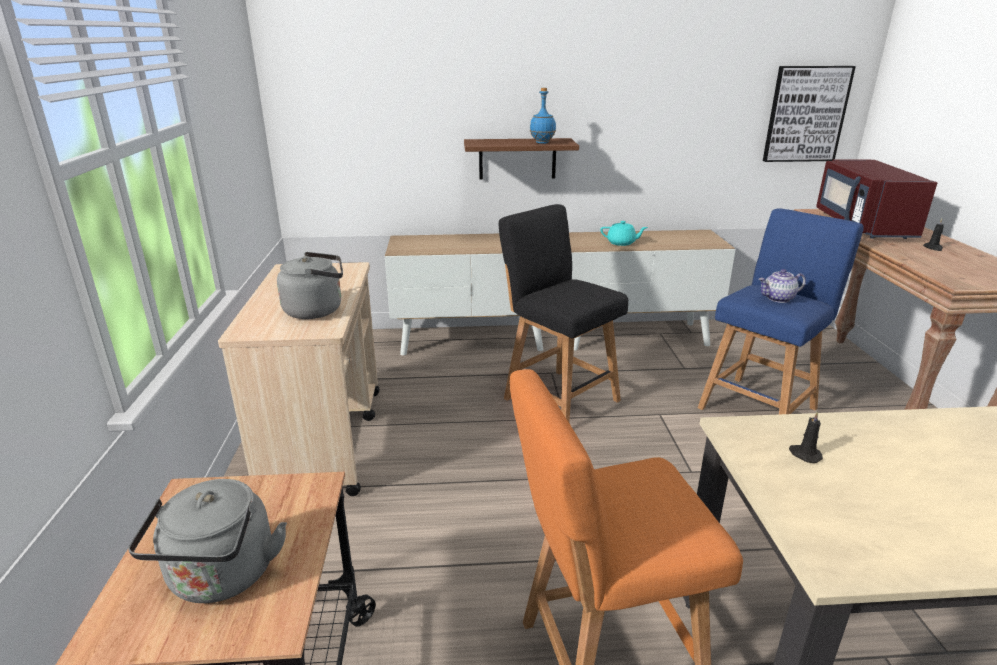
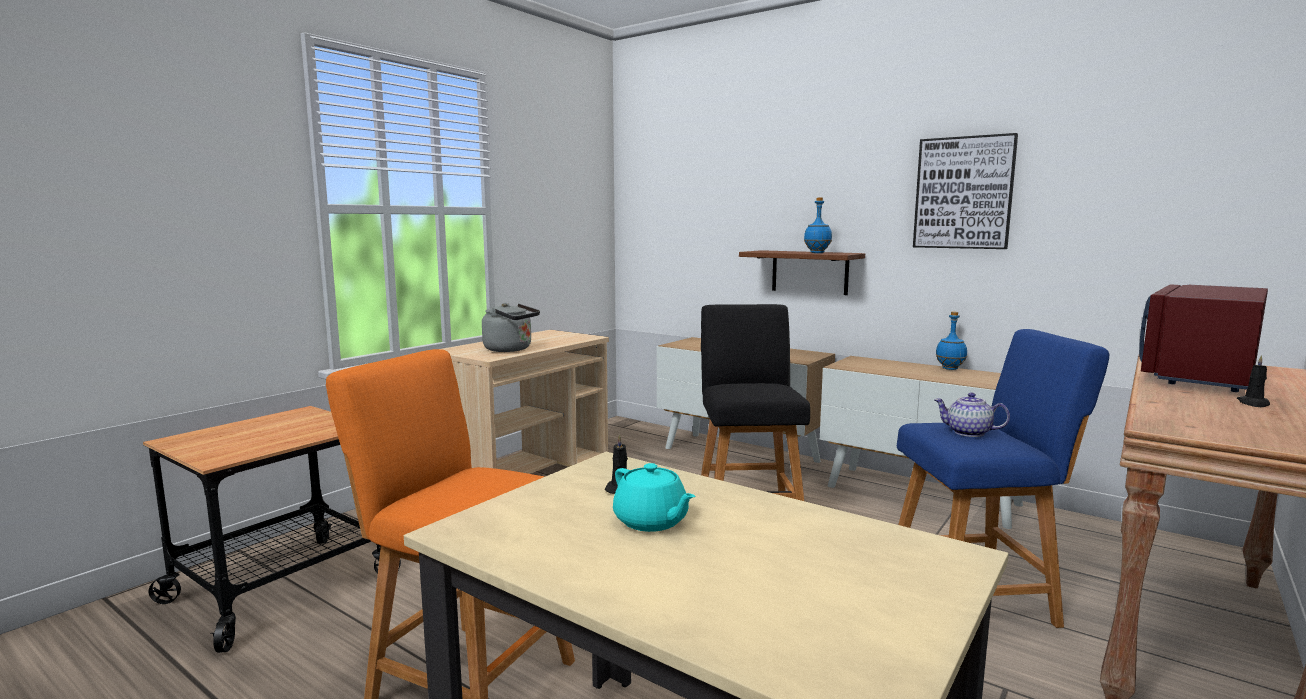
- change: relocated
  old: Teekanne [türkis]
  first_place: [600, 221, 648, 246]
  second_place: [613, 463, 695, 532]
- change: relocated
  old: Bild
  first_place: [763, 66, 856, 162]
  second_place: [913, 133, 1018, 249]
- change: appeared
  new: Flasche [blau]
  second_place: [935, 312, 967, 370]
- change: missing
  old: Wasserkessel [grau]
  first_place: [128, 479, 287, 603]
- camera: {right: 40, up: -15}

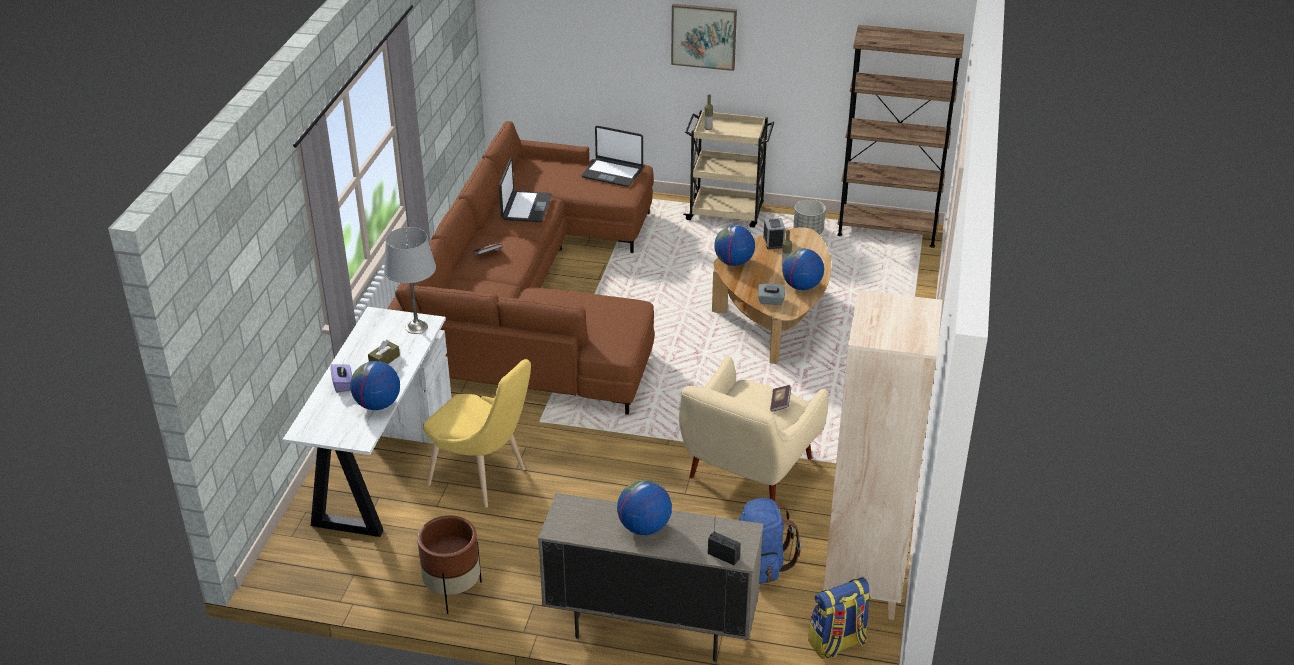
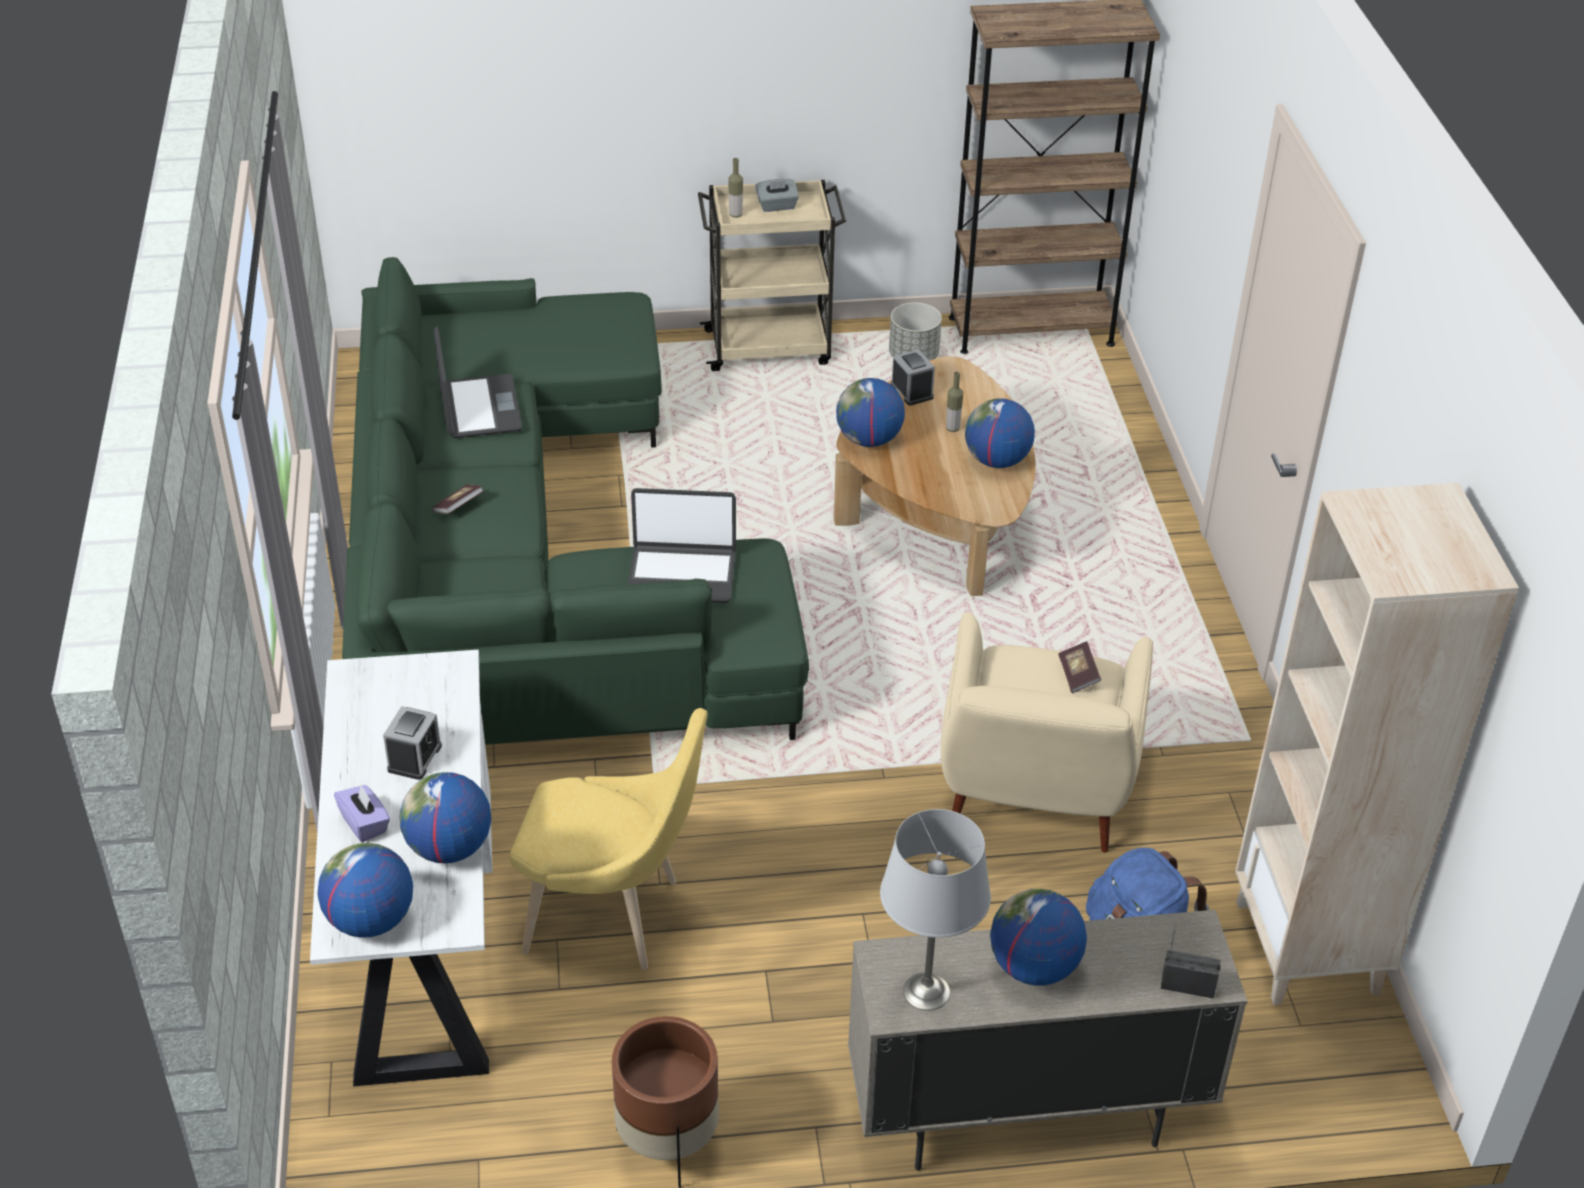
- change: appeared
  new: Globus
  second_place: [317, 843, 413, 938]
- change: colour
  old: Sofa [braun]
  new: Sofa [grün]
  first_place: [387, 121, 655, 415]
  second_place: [342, 257, 809, 745]
- change: exchanged
  old: Taschentuchbox [braun]
  new: Wecker
  first_place: [368, 340, 400, 364]
  second_place: [383, 706, 442, 780]
- change: relocated
  old: Laptop
  first_place: [581, 126, 643, 187]
  second_place: [627, 488, 736, 603]
- change: relocated
  old: Taschentuchbox [grau]
  first_place: [758, 283, 786, 305]
  second_place: [755, 179, 799, 212]
- change: relocated
  old: Tischlampe [grau]
  first_place: [384, 227, 436, 334]
  second_place: [880, 809, 991, 1011]
- change: missing
  old: Bild
  first_place: [671, 4, 737, 71]
- change: missing
  old: Rucksack
  first_place: [808, 578, 871, 659]
- camera: {right: -20, up: 5}

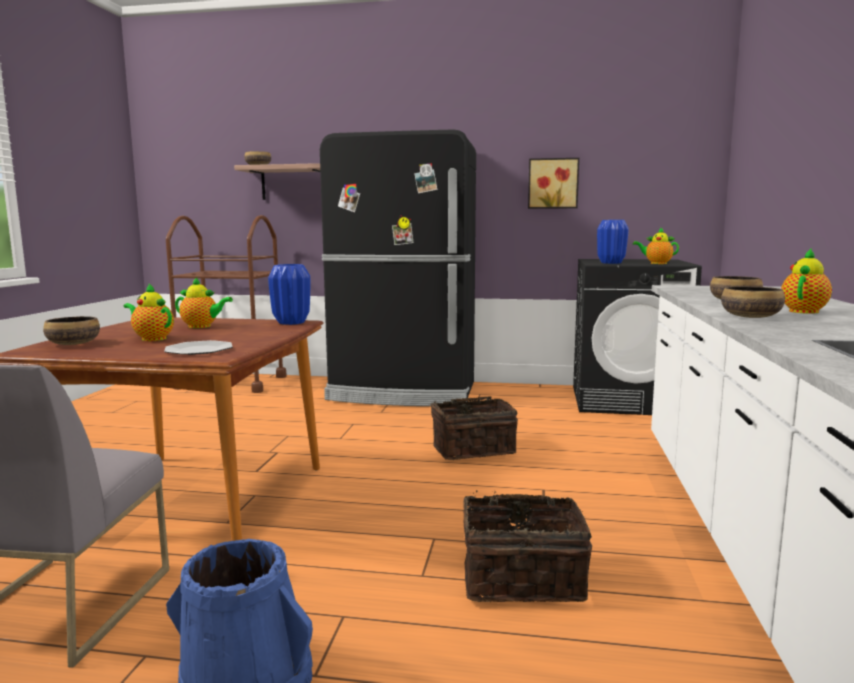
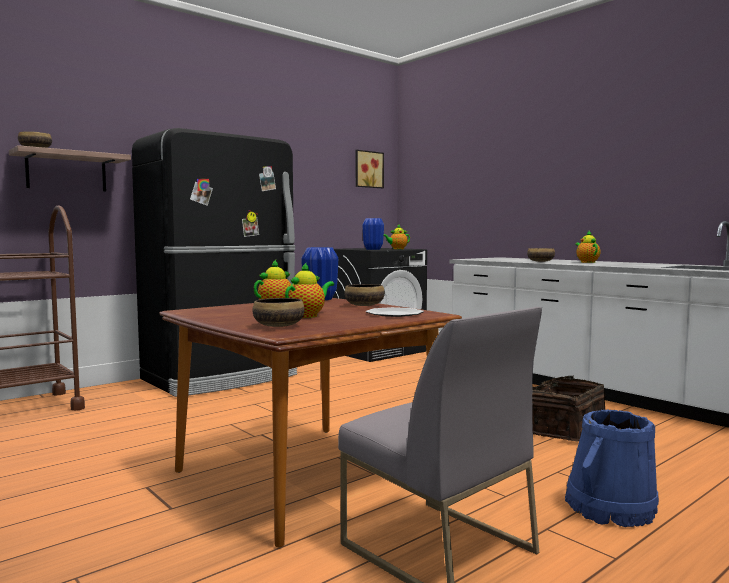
- change: spun
  old: Teekanne
  first_place: [124, 284, 174, 341]
  second_place: [285, 262, 334, 318]
  degrees: 150
- change: relocated
  old: Schüssel
  first_place: [721, 286, 785, 318]
  second_place: [344, 284, 385, 306]
- change: relocated
  old: Bild
  first_place: [528, 158, 579, 209]
  second_place: [356, 150, 384, 188]
- change: missing
  old: Korb
  first_place: [430, 396, 518, 460]
- camera: {right: -50, up: -5}

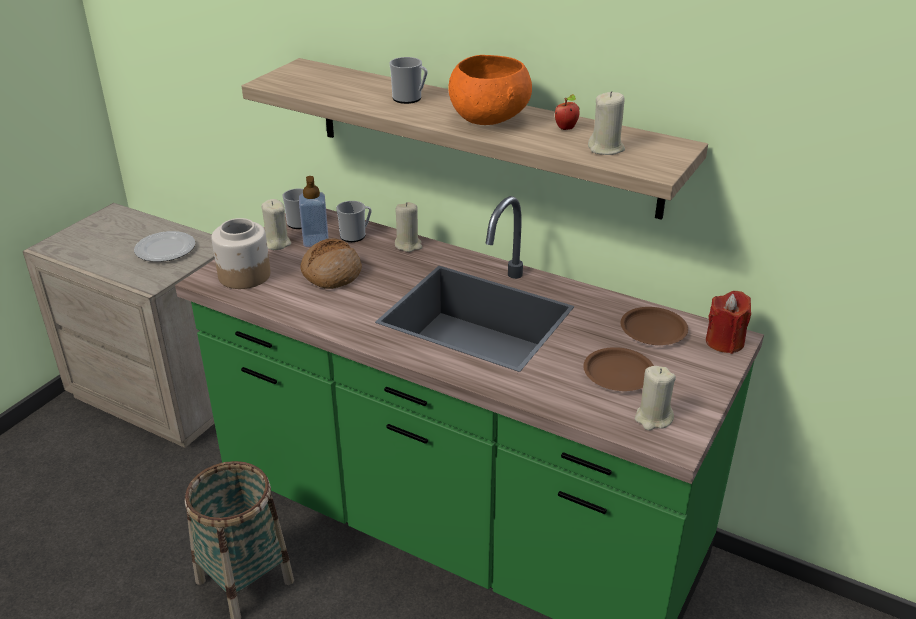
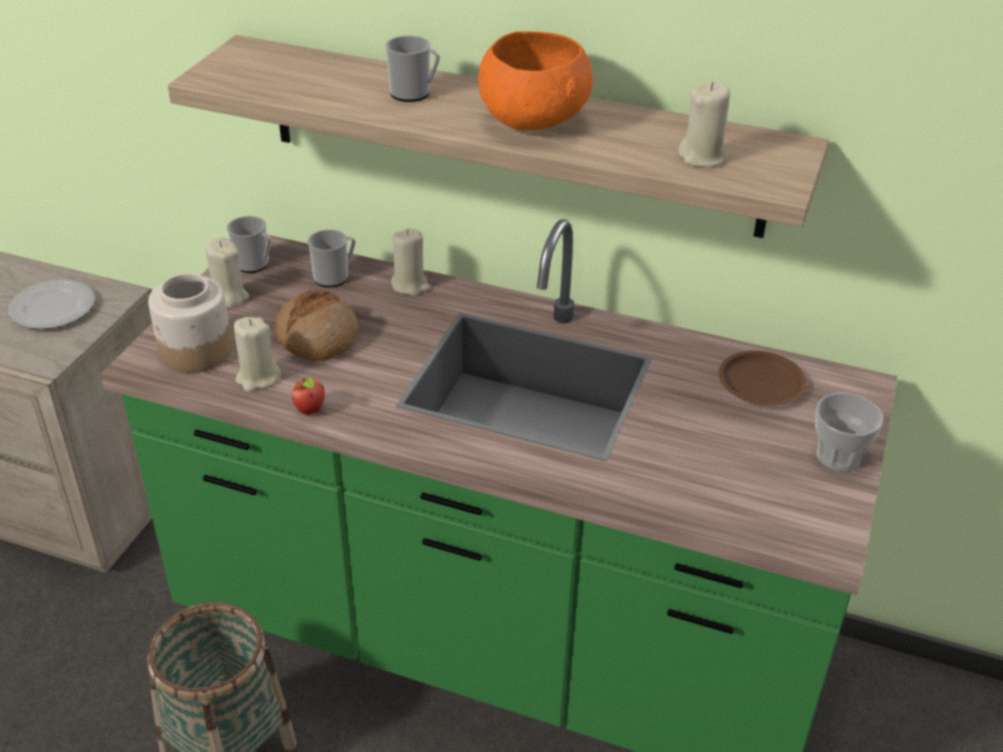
- change: relocated
  old: Kerze [beige]
  first_place: [635, 366, 676, 431]
  second_place: [234, 317, 281, 392]
- change: relocated
  old: Apfel
  first_place: [555, 94, 580, 130]
  second_place: [292, 376, 325, 415]
- change: appeared
  new: Tasse
  second_place: [815, 393, 883, 471]
- change: missing
  old: Seifenspender
  first_place: [299, 176, 329, 247]
- change: missing
  old: Teller [braun]
  first_place: [583, 347, 654, 391]
- change: missing
  old: Kerze [rot]
  first_place: [706, 291, 751, 354]
- camera: {right: -10, up: 5}

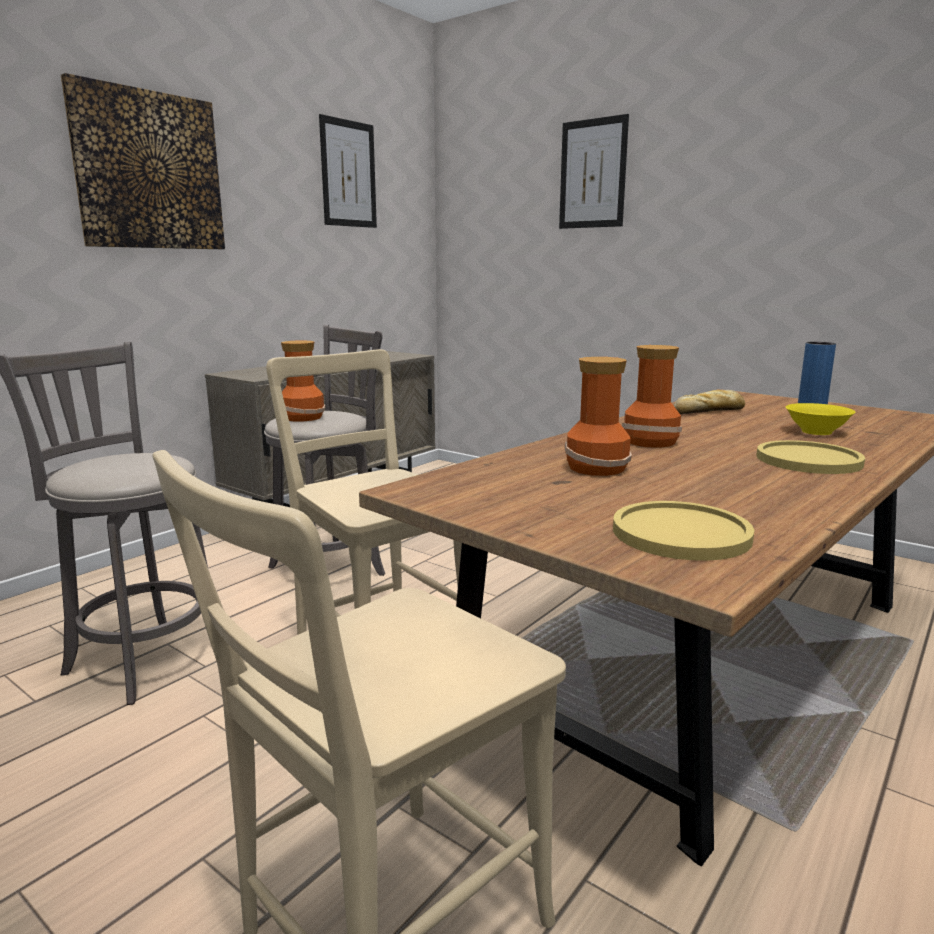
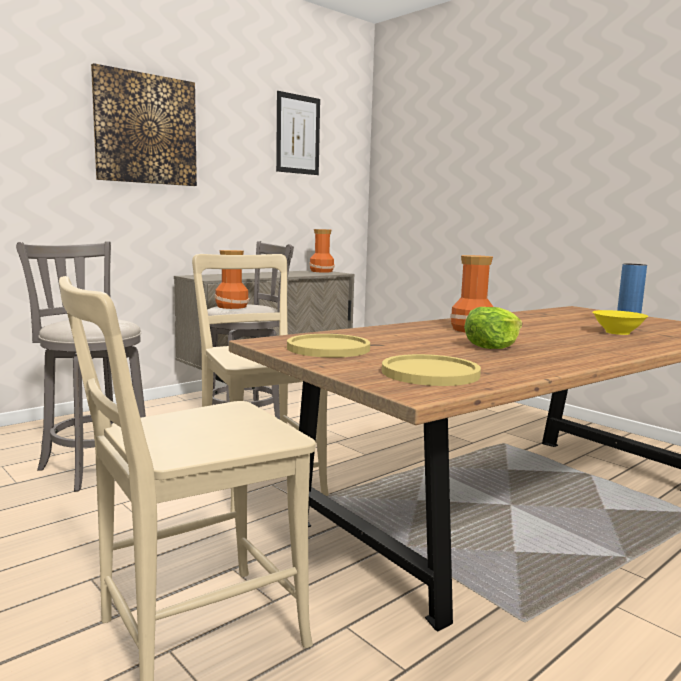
- change: relocated
  old: Teller [gelb]
  first_place: [756, 440, 865, 474]
  second_place: [287, 334, 370, 358]
- change: relocated
  old: Vase
  first_place: [564, 357, 632, 476]
  second_place: [309, 229, 335, 272]
- change: appeared
  new: Salatkopf
  second_place: [464, 307, 522, 349]
- change: missing
  old: Bild
  first_place: [559, 114, 629, 229]
- change: missing
  old: Brot
  first_place: [674, 390, 745, 414]
- camera: {right: 10, up: -5}

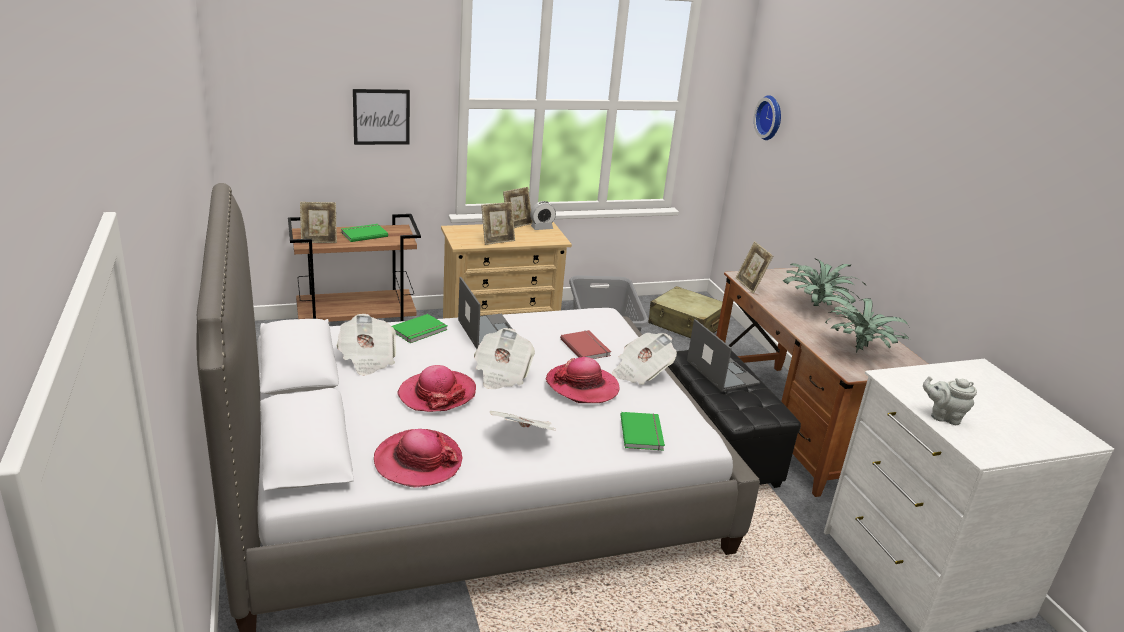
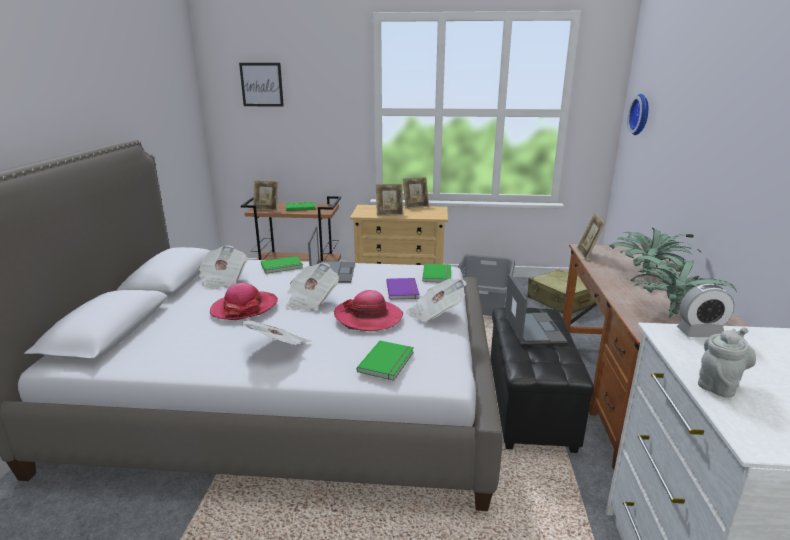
- change: relocated
  old: Bild
  first_place: [353, 89, 410, 145]
  second_place: [239, 63, 284, 107]
- change: colour
  old: Buch [rot]
  new: Buch [lila]
  first_place: [560, 330, 611, 359]
  second_place: [387, 278, 419, 300]
- change: appeared
  new: Buch [grün]
  second_place: [422, 264, 451, 283]
- change: relocated
  old: Wecker
  first_place: [530, 201, 556, 230]
  second_place: [677, 284, 735, 337]
- change: spun
  old: Teekanne [grau]
  first_place: [923, 376, 977, 425]
  second_place: [698, 327, 756, 398]
  degrees: 90
- change: missing
  old: Hut
  first_place: [374, 429, 462, 488]
- camera: {right: 25, up: -5}

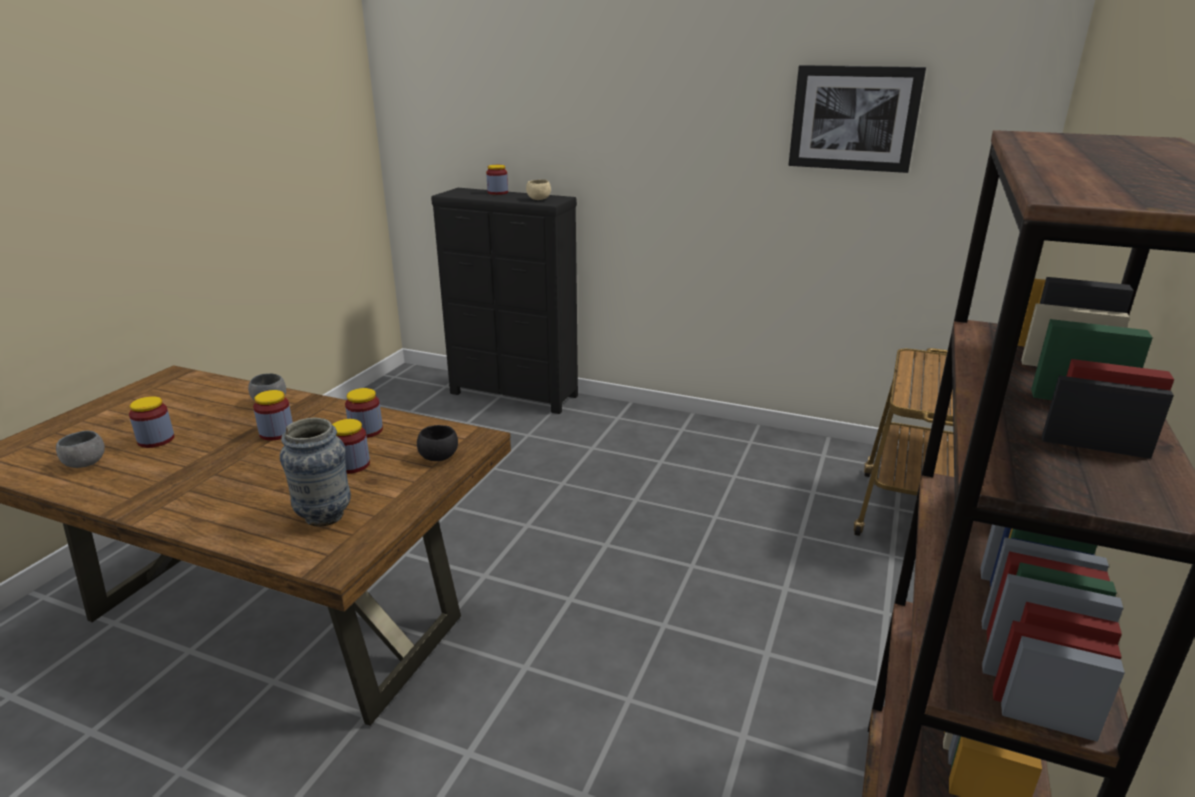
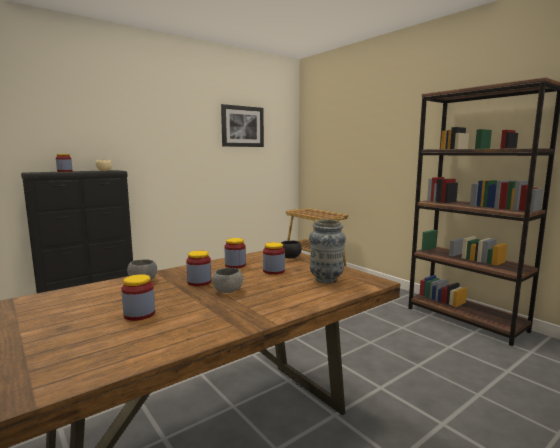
- change: relocated
  old: Schüssel [grau]
  first_place: [56, 431, 105, 468]
  second_place: [212, 268, 243, 293]
- camera: {right: -60, up: -15}

